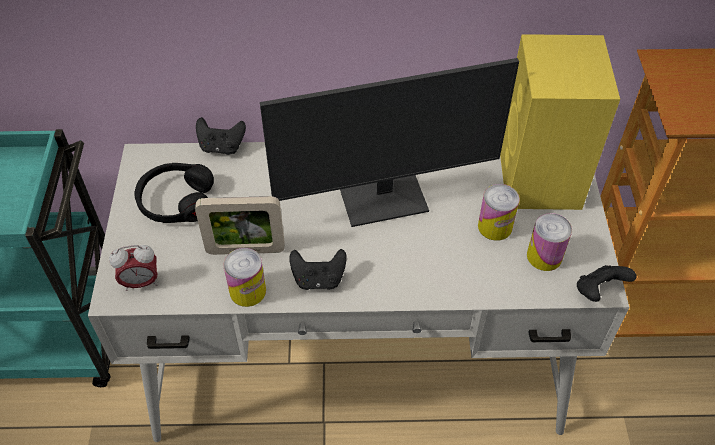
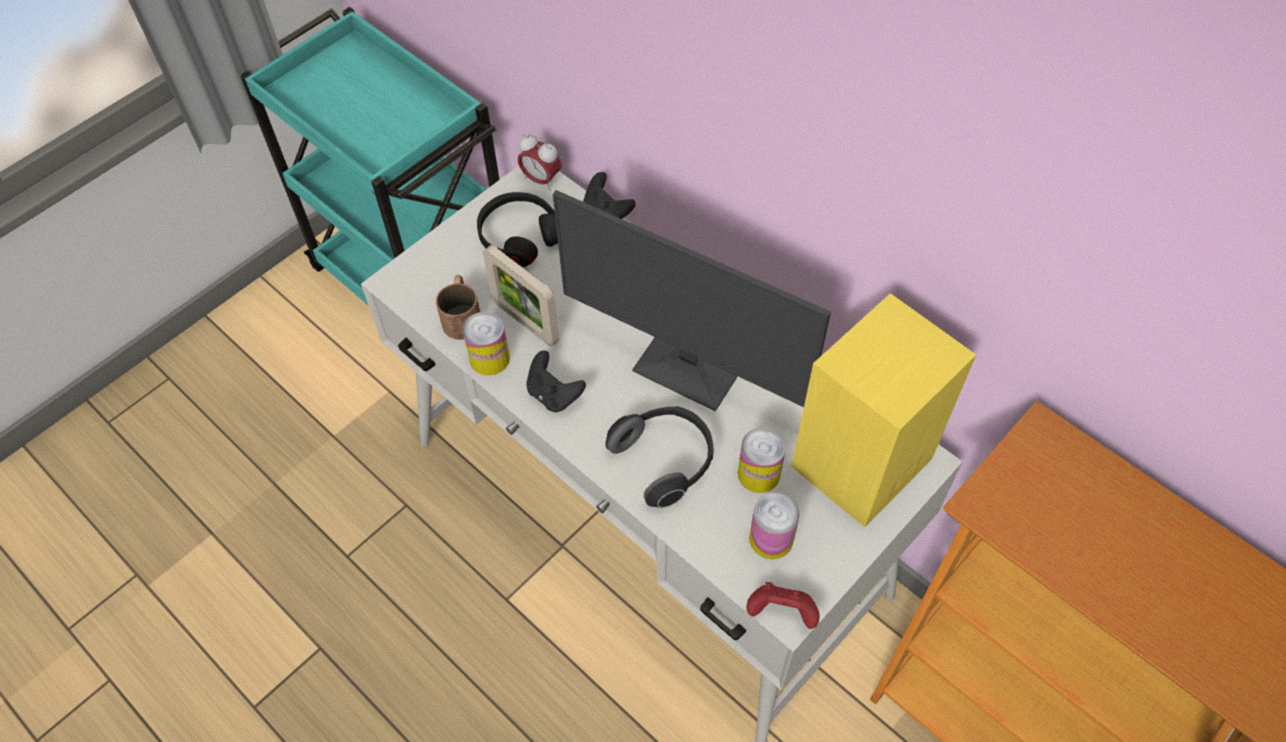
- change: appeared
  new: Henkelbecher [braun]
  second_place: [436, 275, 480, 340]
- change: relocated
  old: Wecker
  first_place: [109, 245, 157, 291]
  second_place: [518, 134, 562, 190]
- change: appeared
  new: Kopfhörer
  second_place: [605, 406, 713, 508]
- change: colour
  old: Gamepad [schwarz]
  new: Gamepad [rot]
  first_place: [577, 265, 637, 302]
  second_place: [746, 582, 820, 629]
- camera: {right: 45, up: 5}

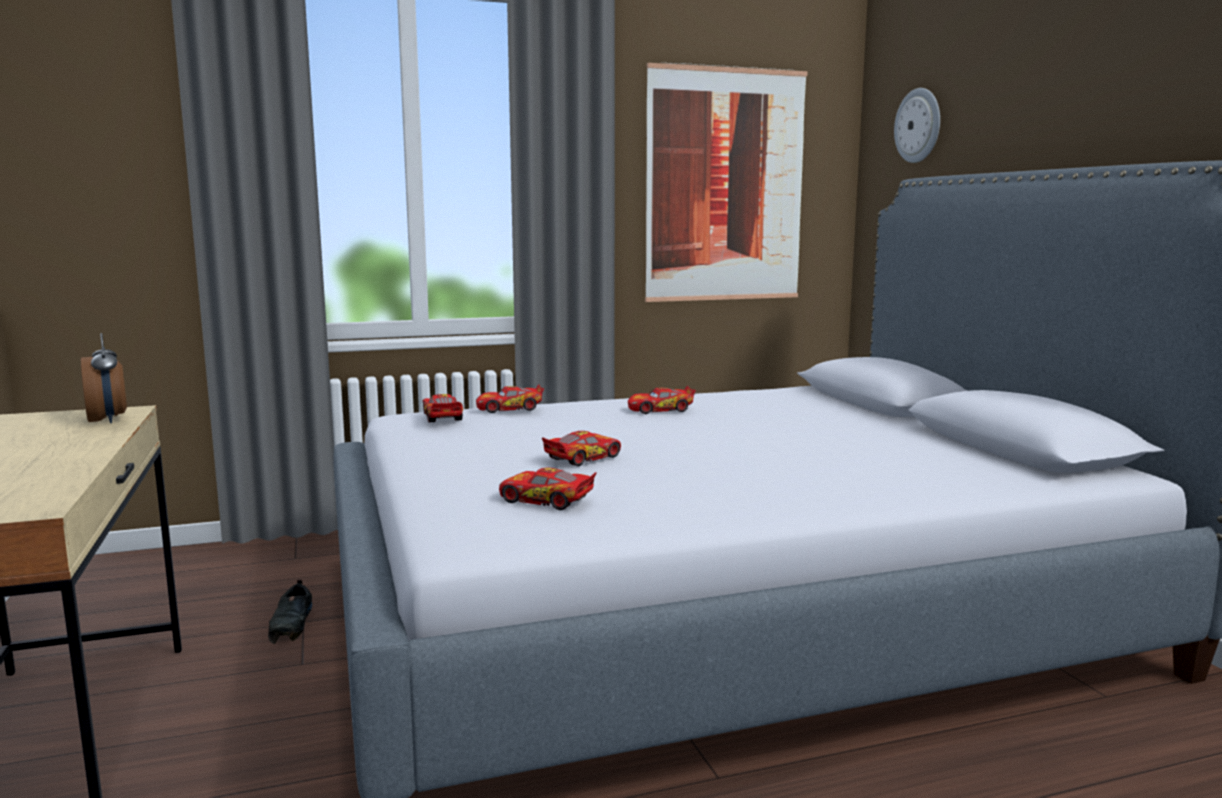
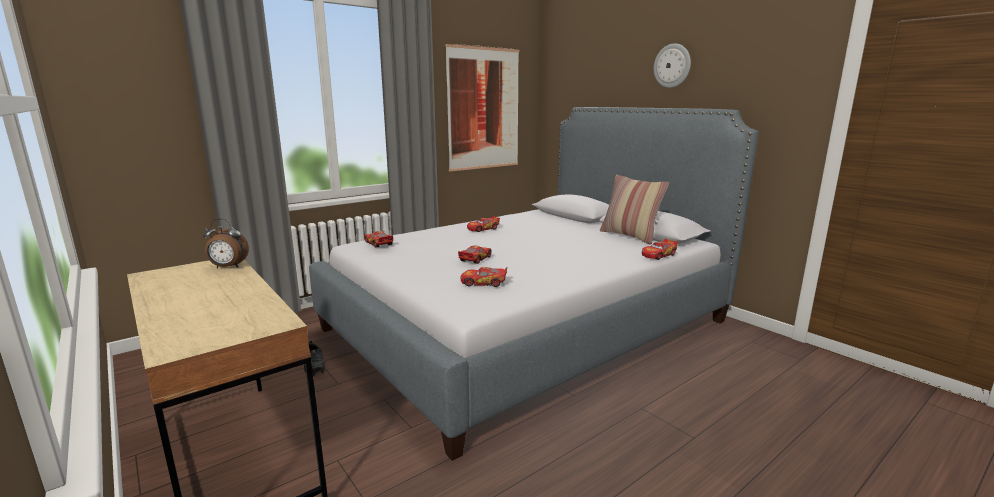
- change: spun
  old: Wecker
  first_place: [81, 333, 127, 423]
  second_place: [203, 219, 249, 268]
  degrees: 135
- change: appeared
  new: Kissen
  second_place: [600, 175, 669, 244]
- change: relocated
  old: Spielzeugauto
  first_place: [476, 384, 544, 413]
  second_place: [642, 239, 678, 260]
- change: relocated
  old: Wanduhr
  first_place: [894, 88, 940, 163]
  second_place: [654, 43, 691, 88]
- camera: {right: -20, up: 5}

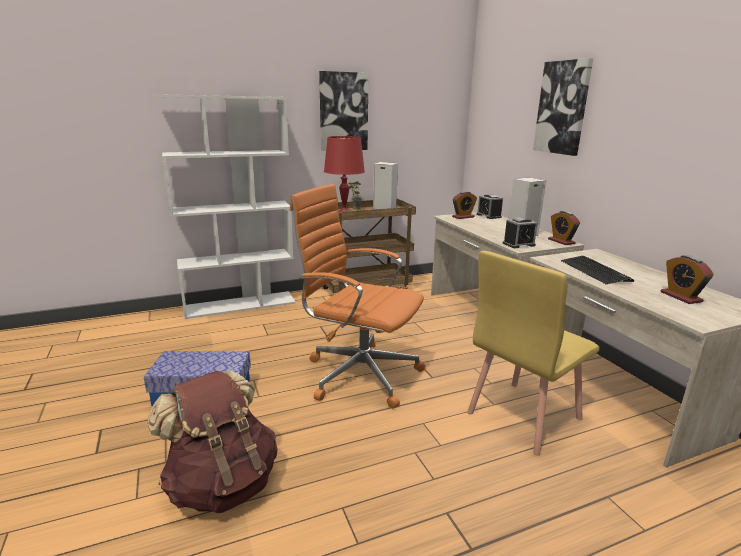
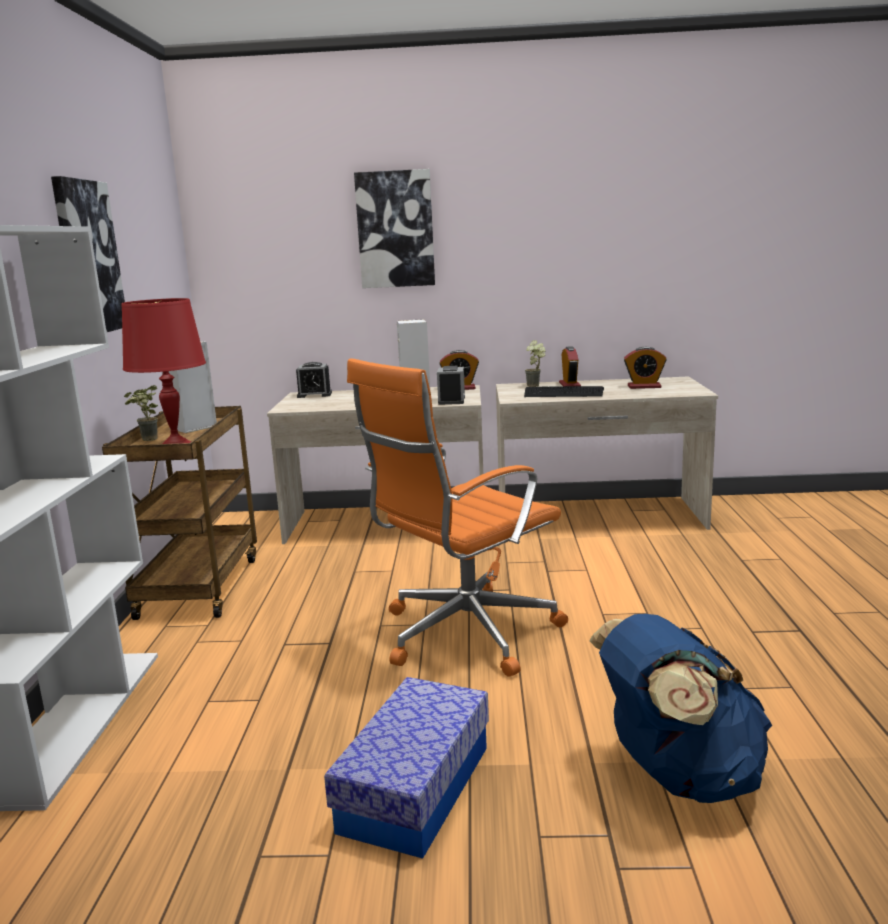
- change: appeared
  new: Topfpflanze
  second_place: [525, 340, 546, 387]
- change: relocated
  old: Wecker
  first_place: [452, 191, 477, 219]
  second_place: [559, 346, 581, 386]
- change: colour
  old: Rucksack [braun]
  new: Rucksack [blau]
  first_place: [147, 370, 278, 513]
  second_place: [589, 614, 772, 803]
- change: missing
  old: Stuhl [gelb]
  first_place: [467, 251, 600, 455]
- camera: {right: -65, up: -5}

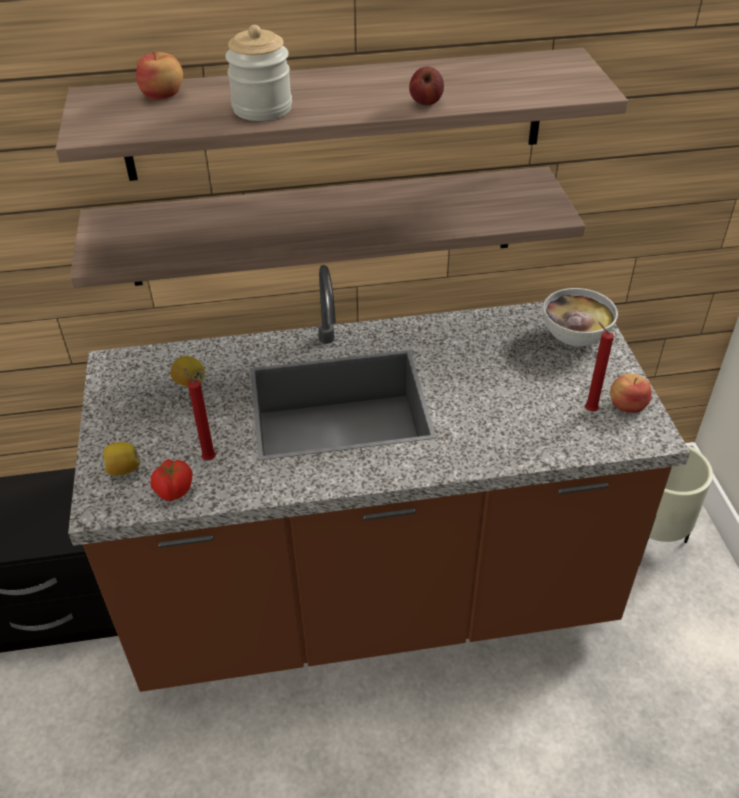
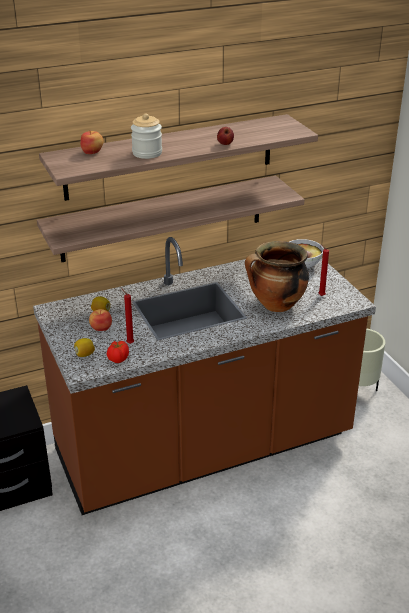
- change: relocated
  old: Apfel
  first_place: [610, 374, 652, 413]
  second_place: [89, 309, 112, 331]
- change: appeared
  new: Kochtopf
  second_place: [245, 241, 309, 312]
- camera: {right: -15, up: -10}

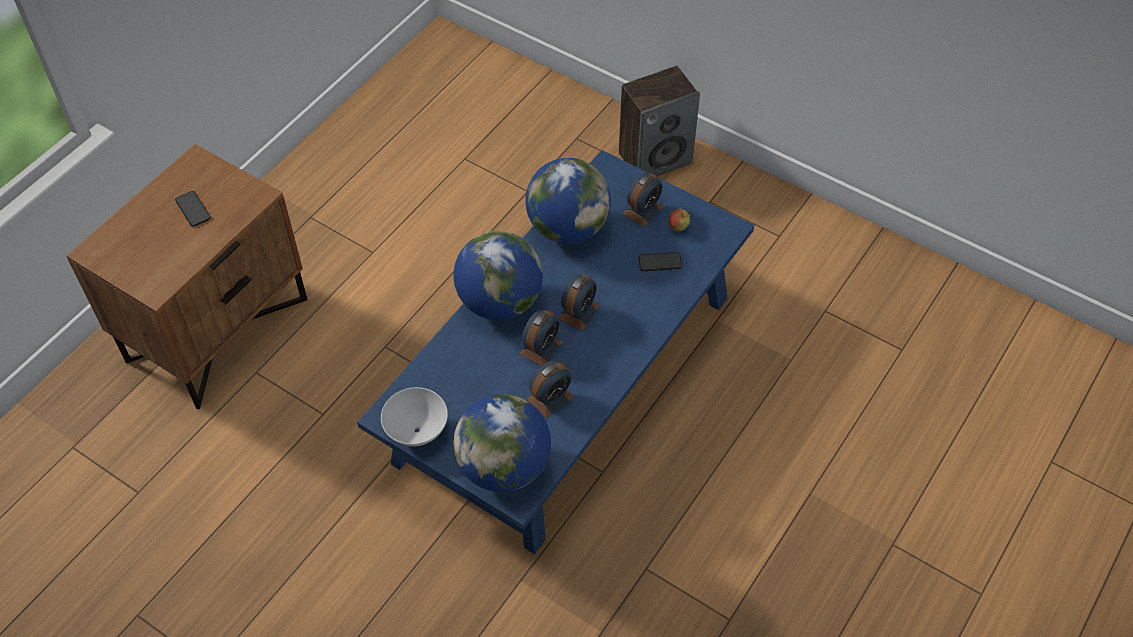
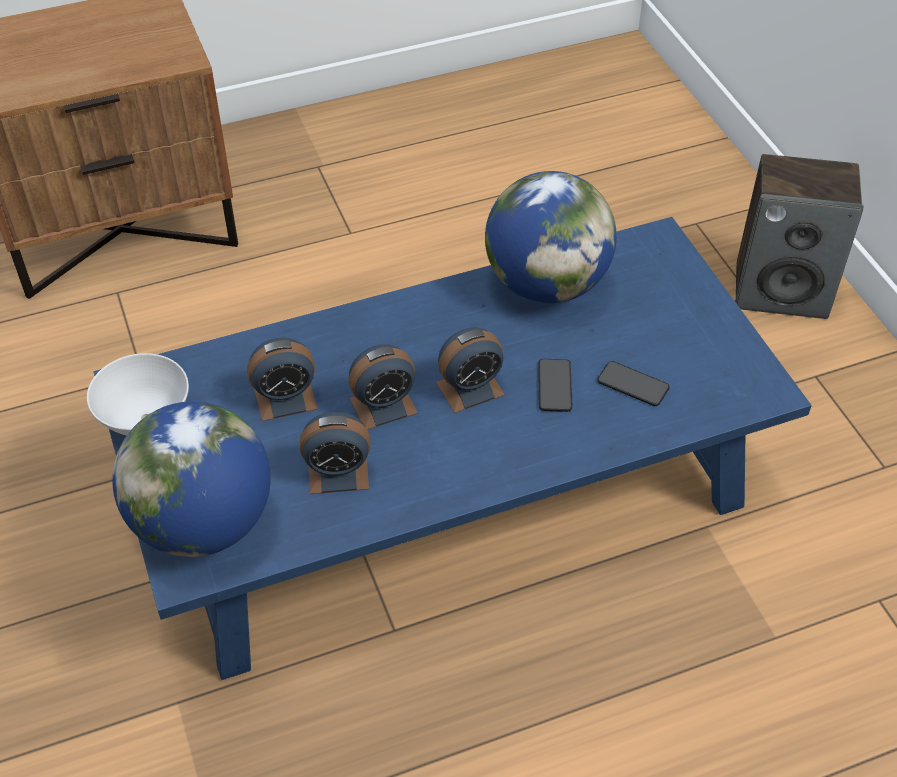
- change: relocated
  old: Wecker
  first_place: [623, 173, 664, 227]
  second_place: [247, 338, 318, 421]
- change: relocated
  old: Handy
  first_place: [175, 191, 211, 227]
  second_place: [538, 359, 572, 412]
- change: missing
  old: Globus
  first_place: [453, 231, 543, 320]
- change: missing
  old: Apfel
  first_place: [669, 209, 690, 231]
- camera: {right: 35, up: -5}

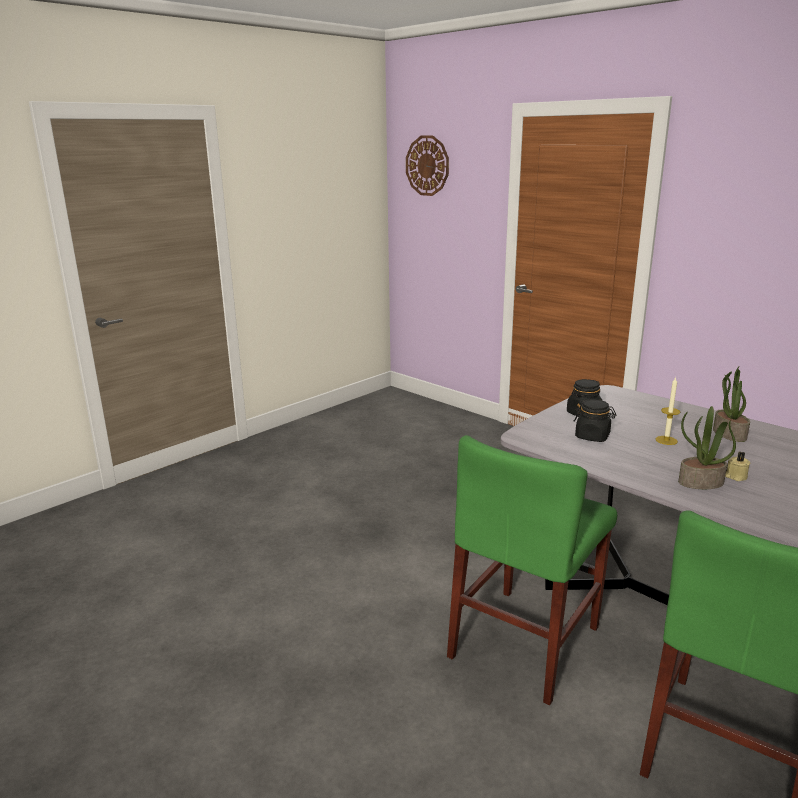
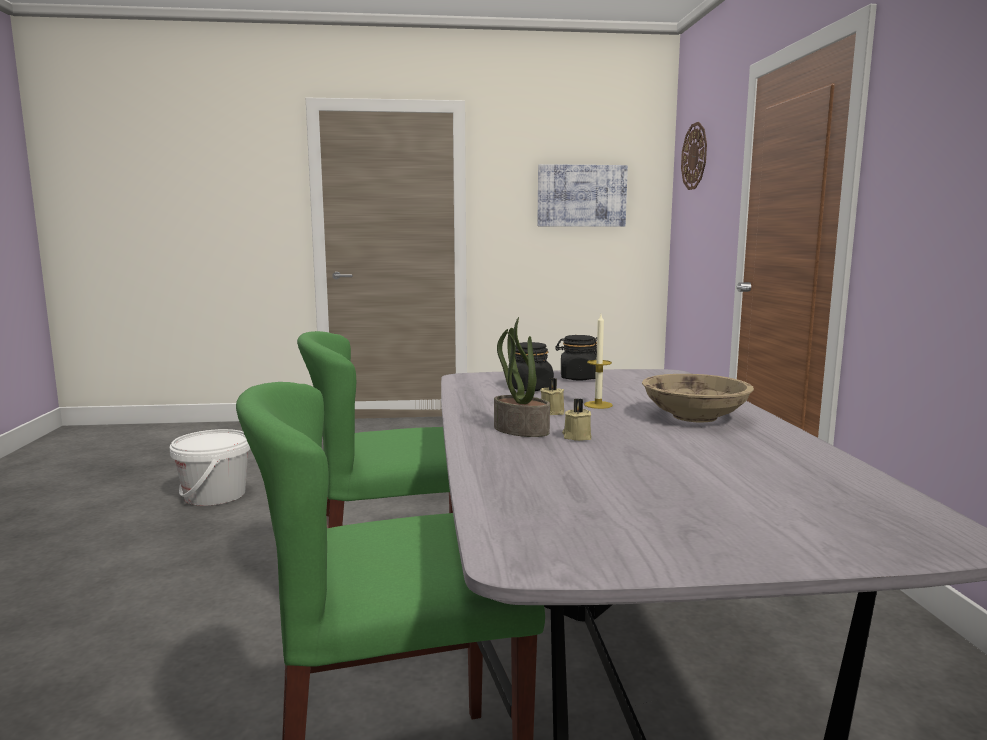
- change: appeared
  new: Eimer [weiß]
  second_place: [170, 429, 251, 506]
- change: appeared
  new: Bild
  second_place: [538, 164, 628, 227]
- change: appeared
  new: Kerze [beige]
  second_place: [540, 378, 564, 415]
- change: exchanged
  old: Topfpflanze
  new: Schüssel [beige]
  first_place: [713, 366, 750, 442]
  second_place: [642, 374, 754, 422]
- camera: {right: 40, up: -10}

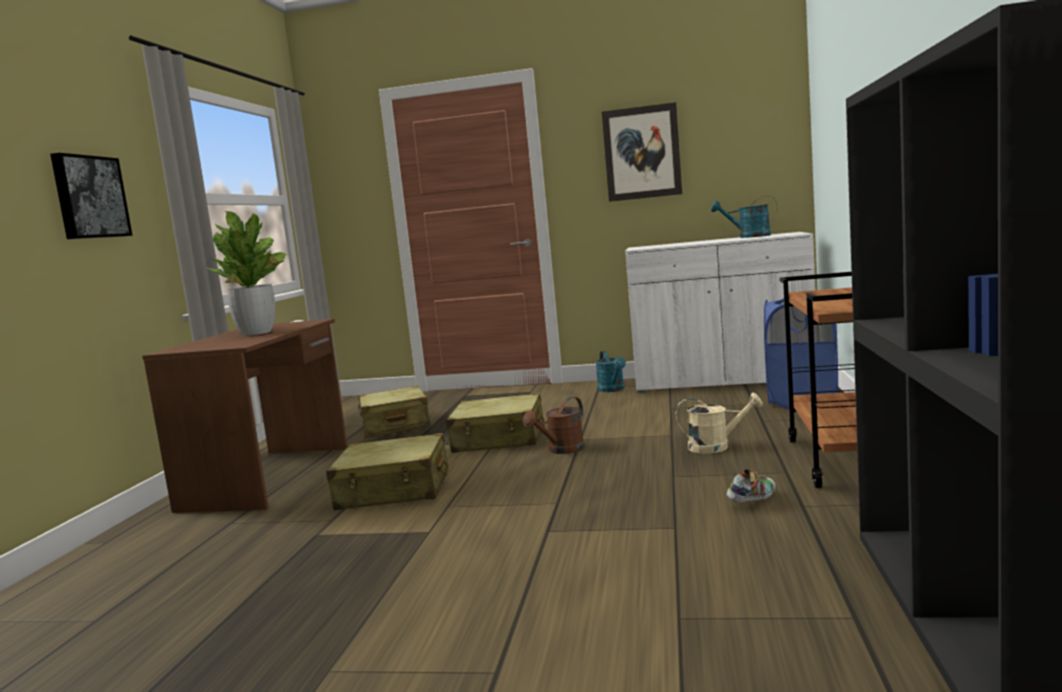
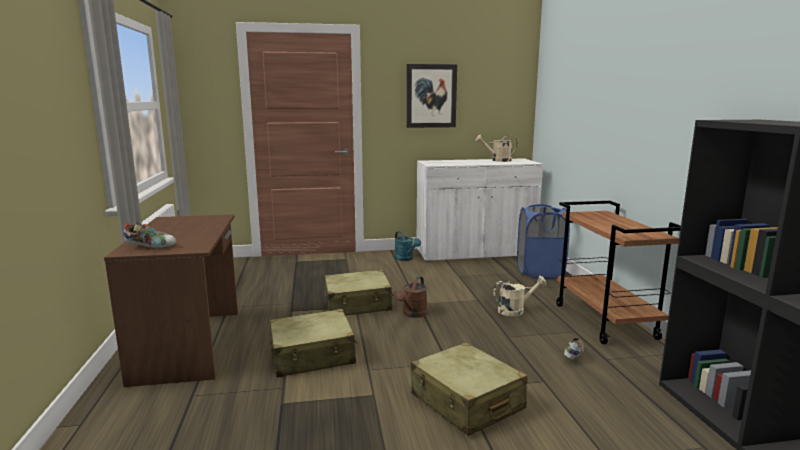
- change: appeared
  new: Schuh
  second_place: [124, 222, 176, 249]
- change: relocated
  old: Koffer [beige]
  first_place: [358, 386, 431, 438]
  second_place: [411, 342, 528, 436]
- change: colour
  old: Gießkanne [türkis]
  new: Gießkanne [beige]
  first_place: [711, 196, 777, 238]
  second_place: [476, 135, 517, 162]
- change: missing
  old: Bild
  first_place: [50, 153, 133, 239]
- change: missing
  old: Topfpflanze
  first_place: [206, 211, 288, 336]
- camera: {right: -20, up: 5}

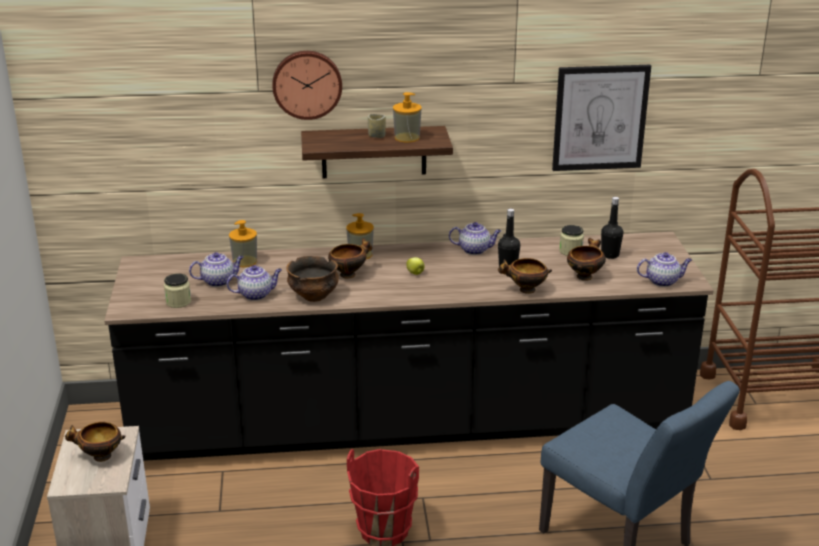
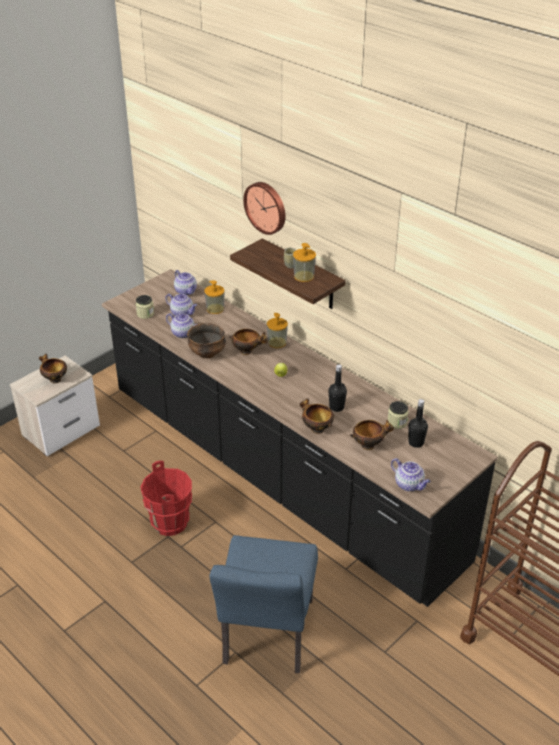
- change: relocated
  old: Teekanne
  first_place: [449, 222, 501, 255]
  second_place: [174, 270, 197, 295]
- change: missing
  old: Bild
  first_place: [552, 65, 651, 171]
- camera: {right: 50, up: 10}

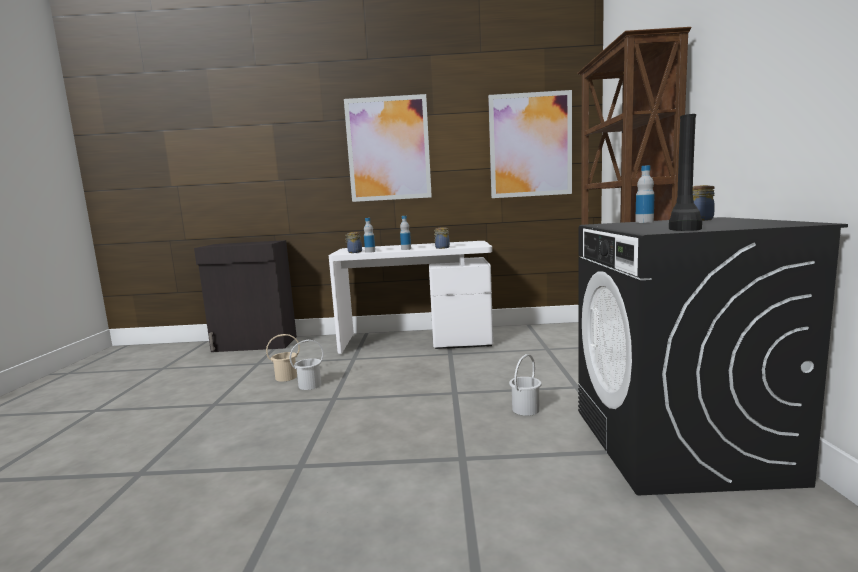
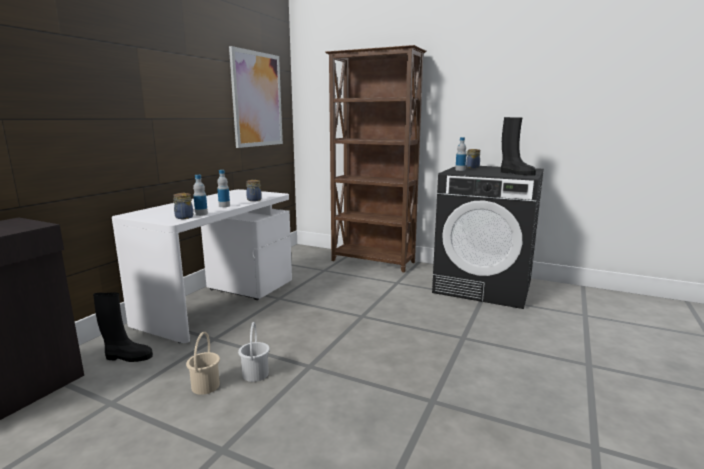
- change: appeared
  new: Stiefel [schwarz]
  second_place: [93, 292, 153, 362]
- change: missing
  old: Bild
  first_place: [344, 94, 432, 202]
- change: missing
  old: Eimer [weiß]
  first_place: [509, 354, 541, 416]
- camera: {right: -65, up: 5}

